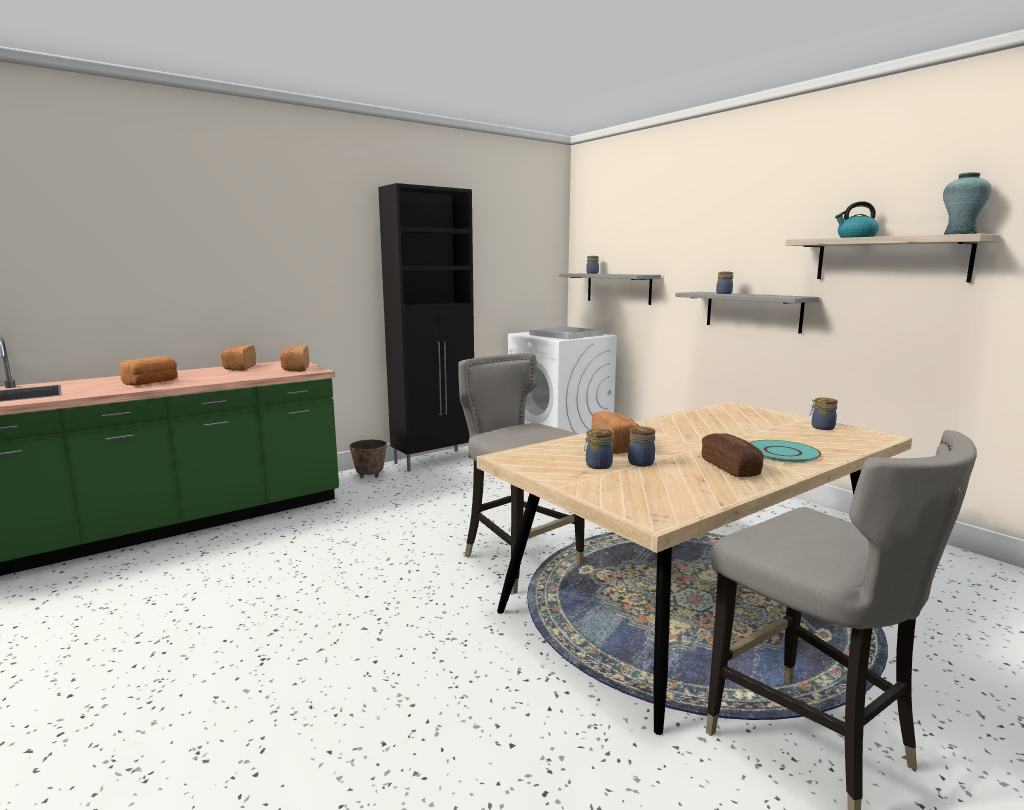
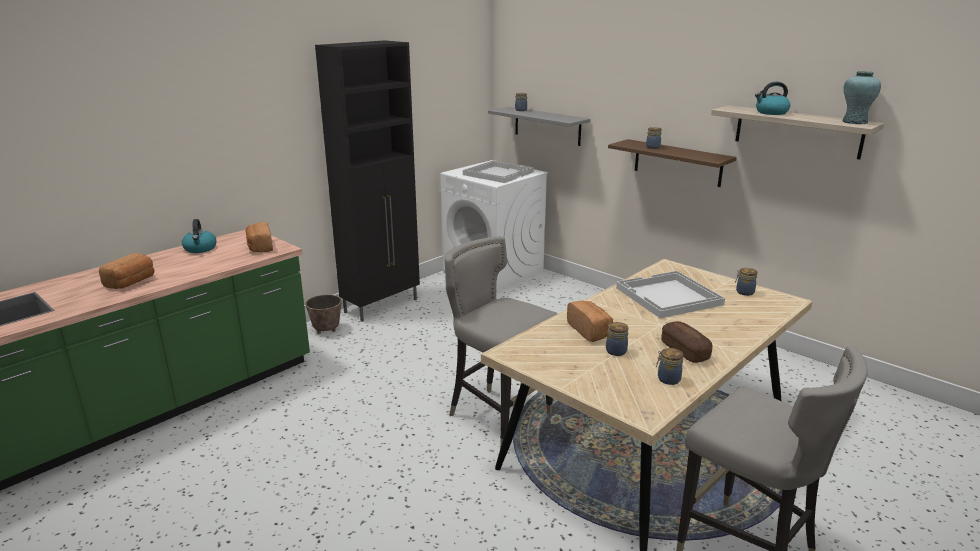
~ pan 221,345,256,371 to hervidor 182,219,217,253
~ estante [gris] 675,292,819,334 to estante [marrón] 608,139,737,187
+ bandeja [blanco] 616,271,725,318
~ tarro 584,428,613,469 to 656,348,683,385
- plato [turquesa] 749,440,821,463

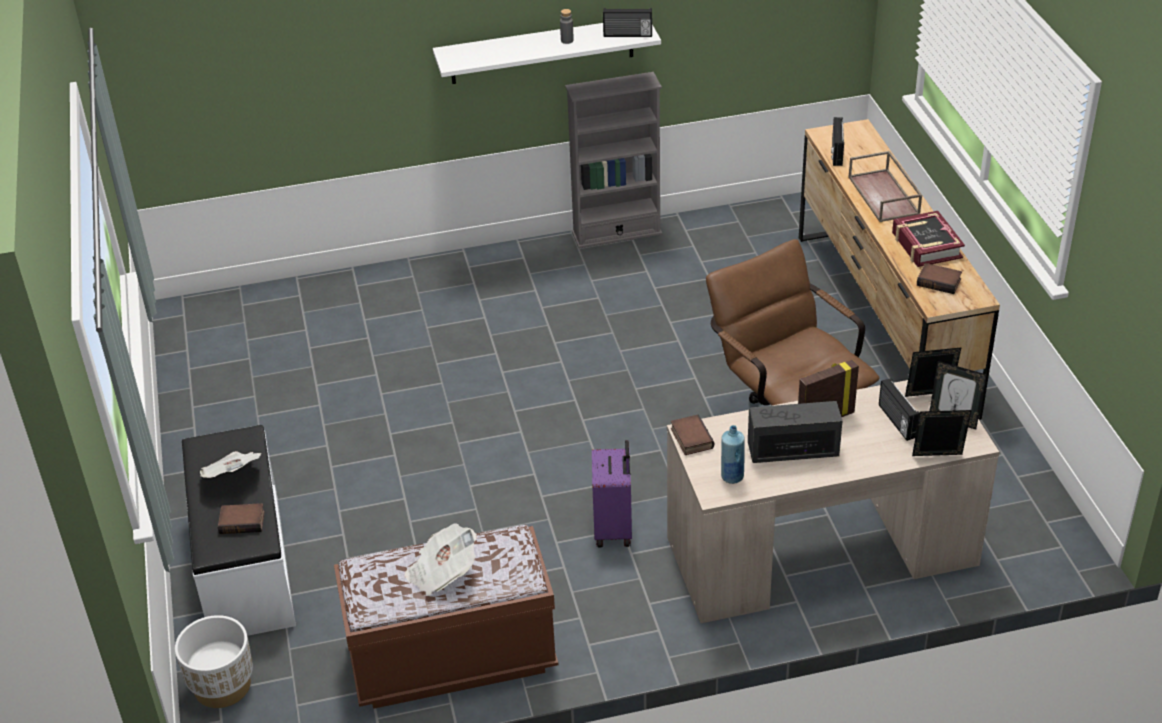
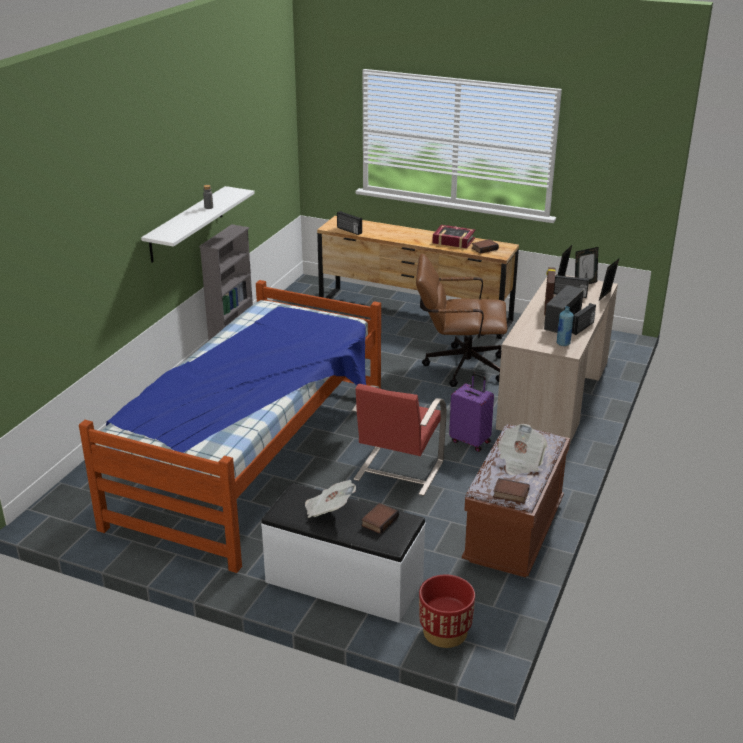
+ cama 79,280,381,573
+ silla [rojo] 352,384,447,496
~ maceta [blanco] 175,615,253,708 to maceta [rojo] 419,575,475,648
~ libro 671,414,714,455 to 493,478,530,503
~ radio 603,8,652,37 to 572,303,596,335
- bandeja [marrón] 848,151,922,222

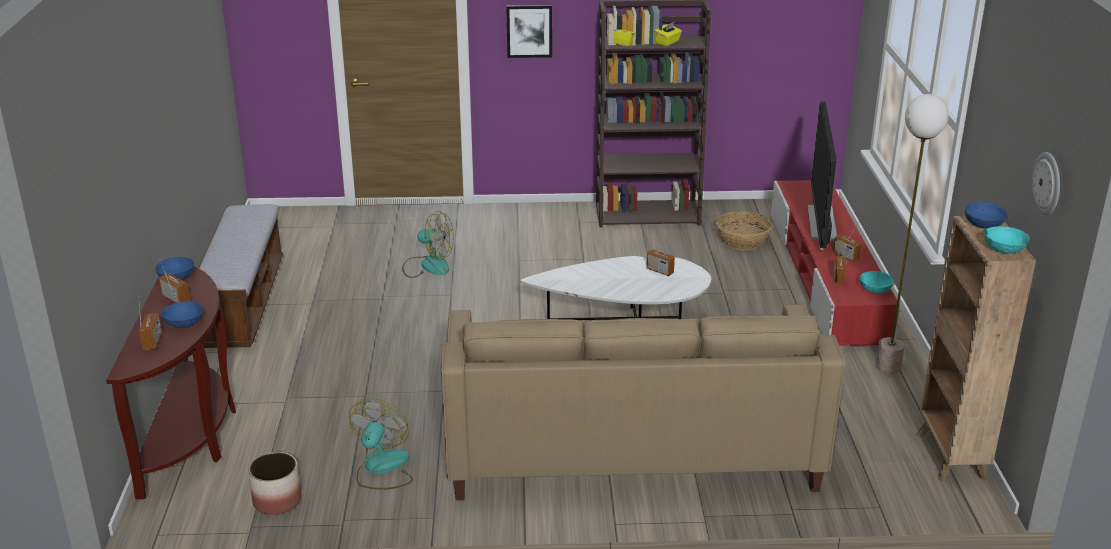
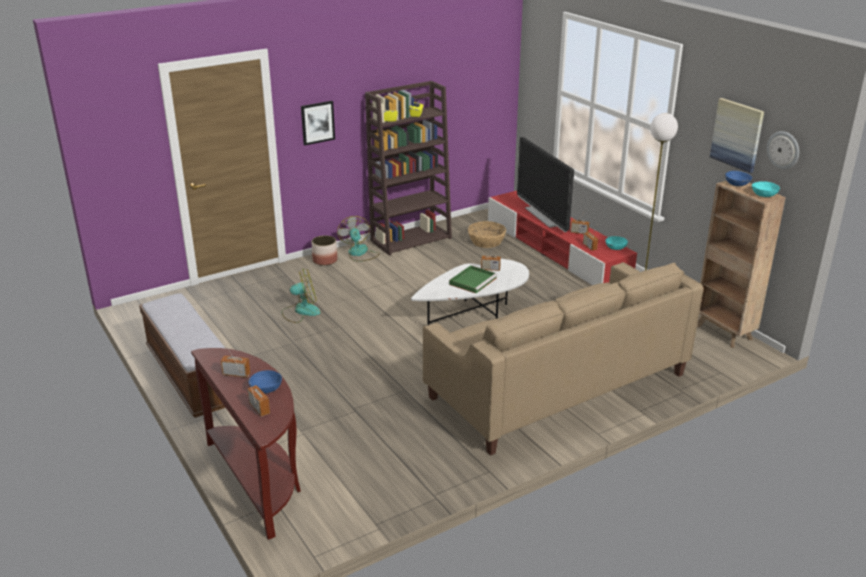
~ maceta 248,452,301,515 to 312,235,337,266
~ ventilador 349,398,413,490 to 337,216,380,262
+ bandeja [verde] 449,265,498,293
+ cuadro 710,98,764,173
- cuenco [azul] 155,257,194,280

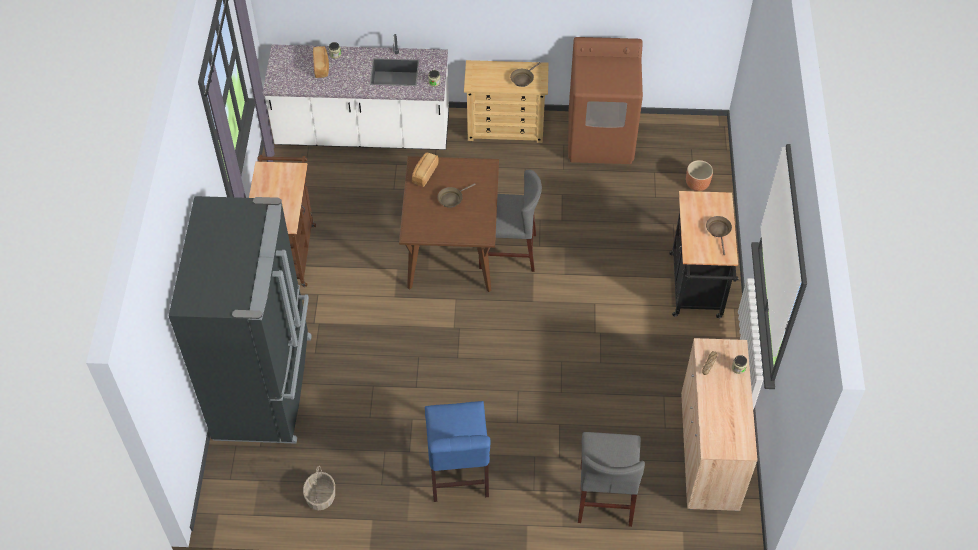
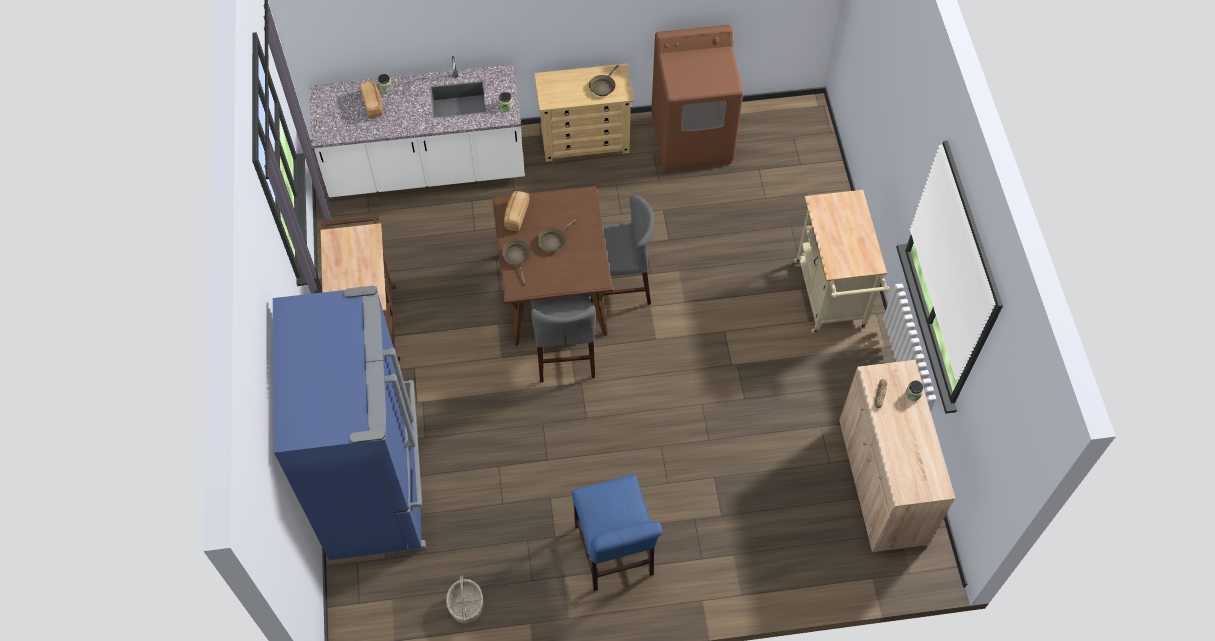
~ nevera [negro] 169,196,312,444 to nevera [azul] 273,286,426,560
~ sartén [marrón] 706,216,732,255 to 501,240,530,285
~ silla [gris] 578,432,645,527 to 531,294,596,383
~ carrito [negro] 669,191,738,318 to carrito [beis] 794,190,889,334
- maceta [marrón] 686,160,713,191

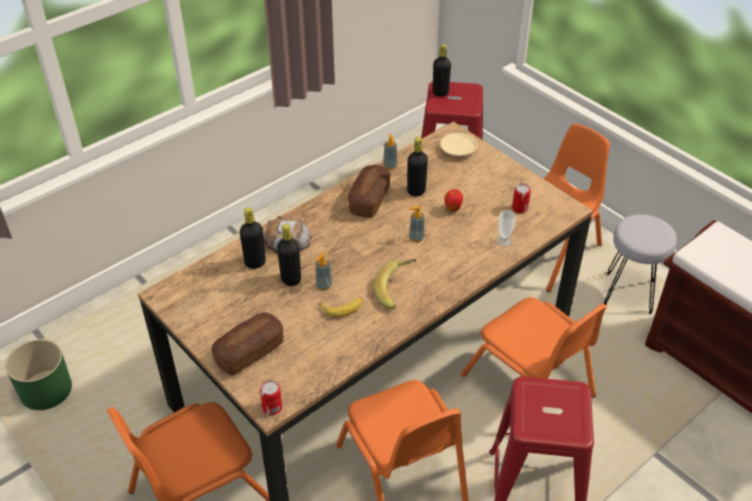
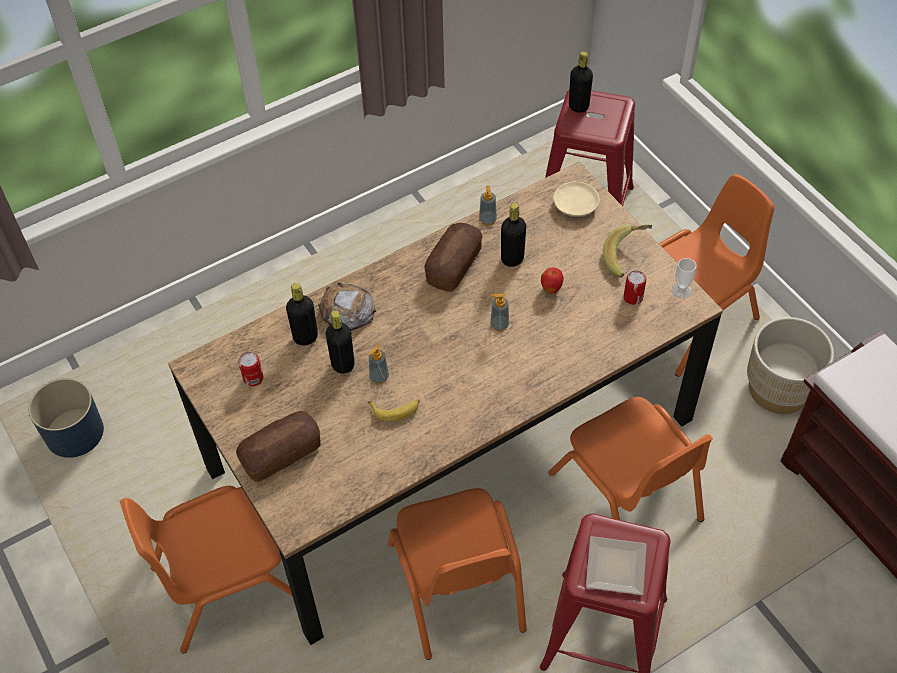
~ maceta [verde] 5,339,72,410 to maceta [azul] 29,378,104,458
~ lata 260,380,282,415 to 238,352,264,386
+ plato 586,536,646,595
~ plátano 374,259,416,309 to 603,225,652,277
~ taza 496,210,515,247 to 672,258,697,298
~ taburete [gris] 604,214,677,314 to maceta [beis] 747,317,834,414

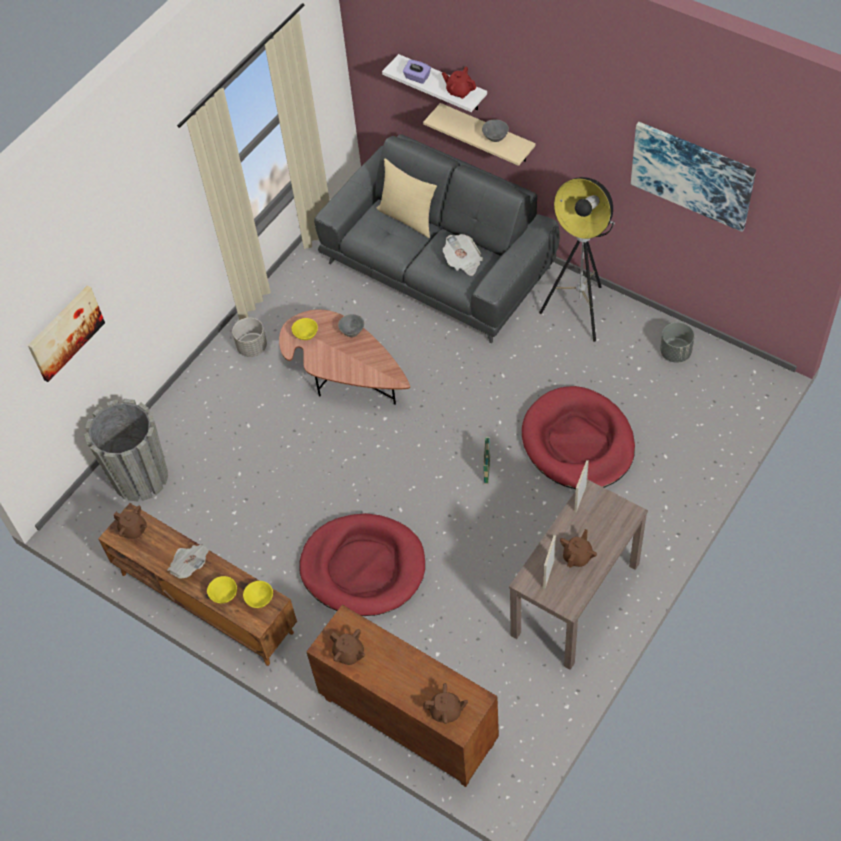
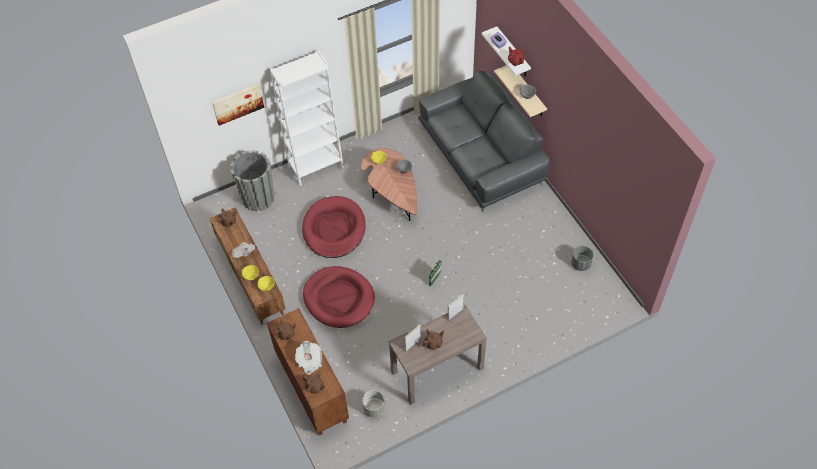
+ estantería [blanco] 270,50,344,186
~ periódico 443,234,483,276 to 295,341,322,375
~ cama para perro [rojo] 522,386,635,489 to 302,196,366,258
~ maceta [gris] 232,318,267,357 to 362,390,385,418
- cojín [beis] 376,159,437,238
- lámpara de pie 539,177,615,342
- cuadro 631,122,756,232

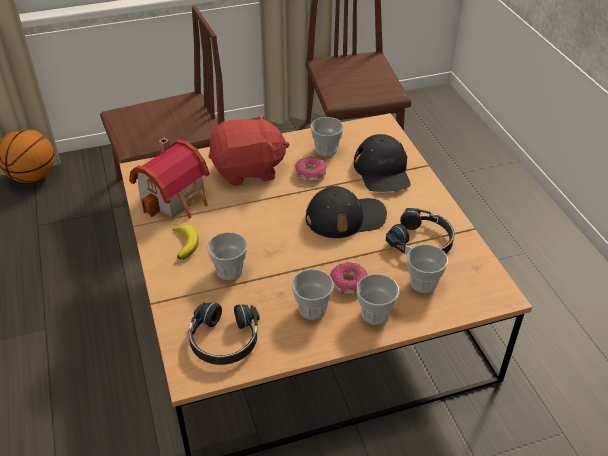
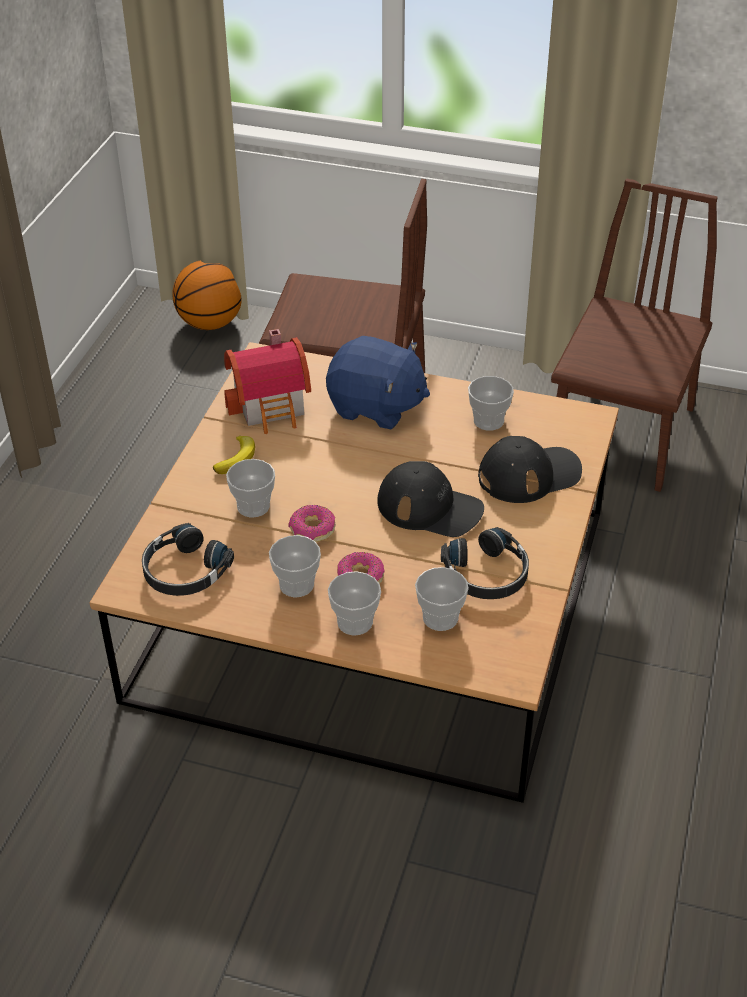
~ rosquilla 295,156,327,181 to 288,505,336,542
~ peluche [rojo] 208,113,290,186 to peluche [azul] 326,336,430,429
~ gorra [negro] 354,134,411,192 = 478,436,582,503 135 degrees counterclockwise

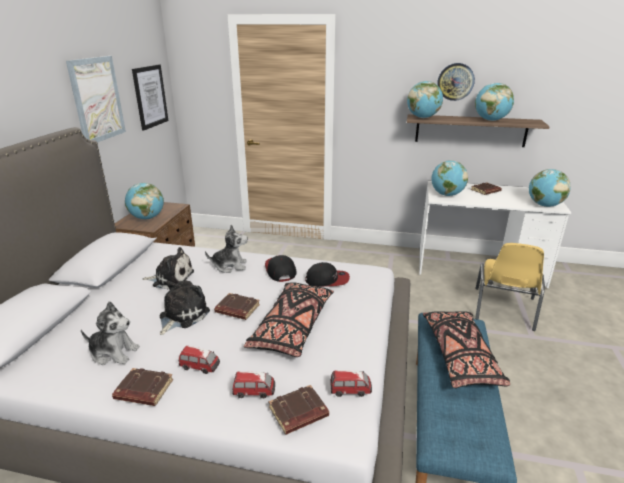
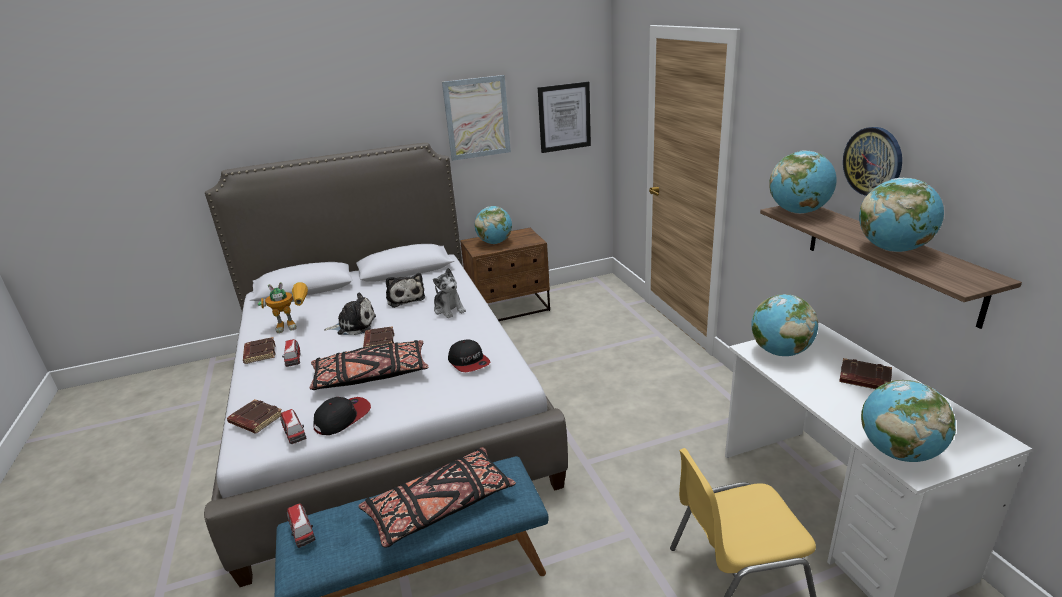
~ peluche 81,301,140,365 to robot de juguete 258,282,308,333
~ coche de juguete 232,371,275,398 to 287,503,315,548
~ gorra 265,255,297,282 to 313,397,371,435

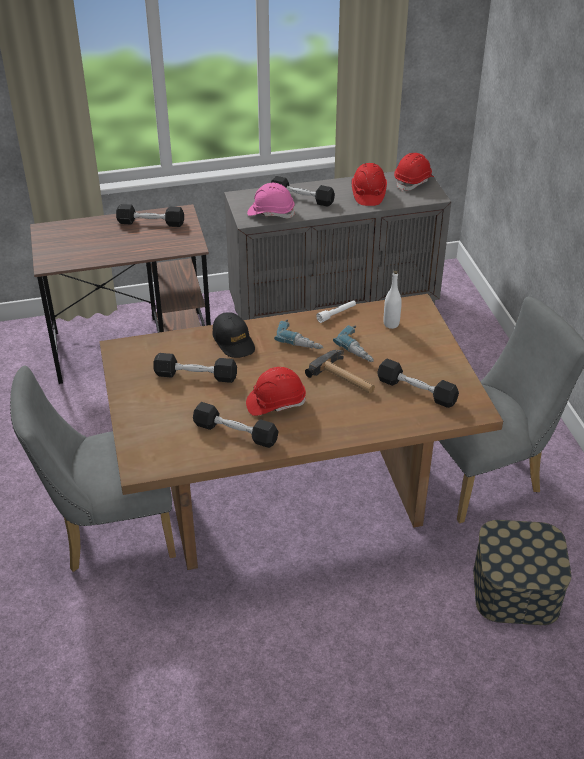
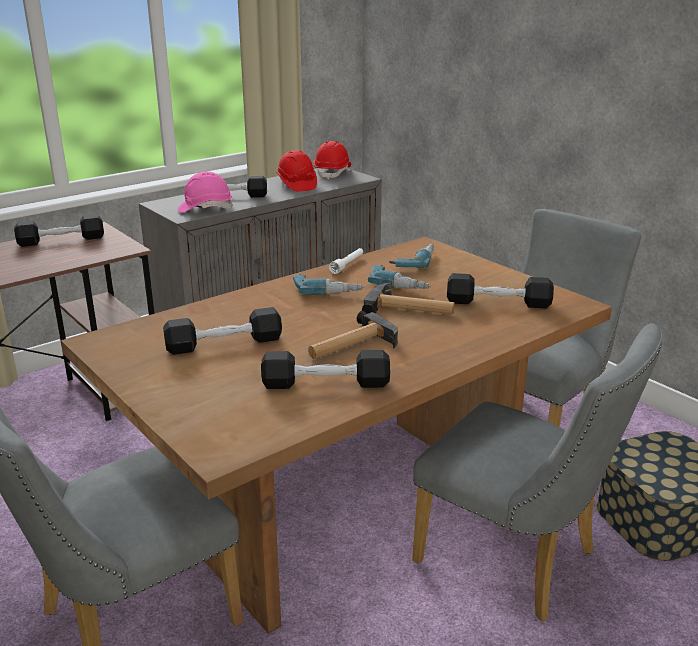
~ casco [rojo] 246,367,306,416 to martillo 308,311,398,359
~ botella [blanco] 384,271,402,329 to taladro 389,244,434,269
+ silla [gris] 412,323,662,622
- gorra [negro] 212,312,255,358

